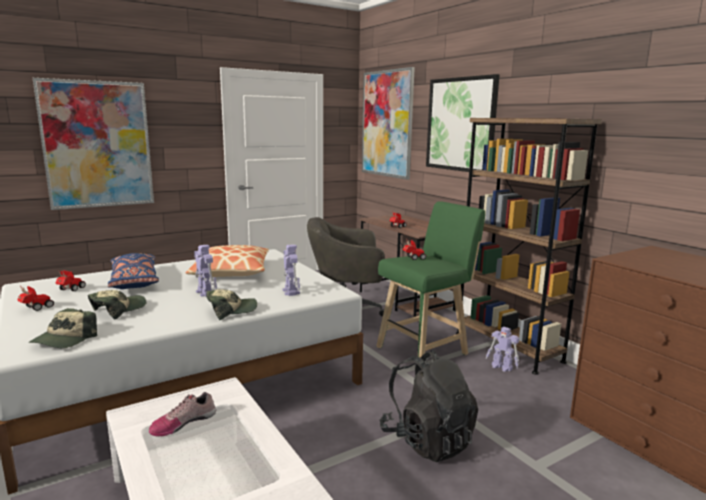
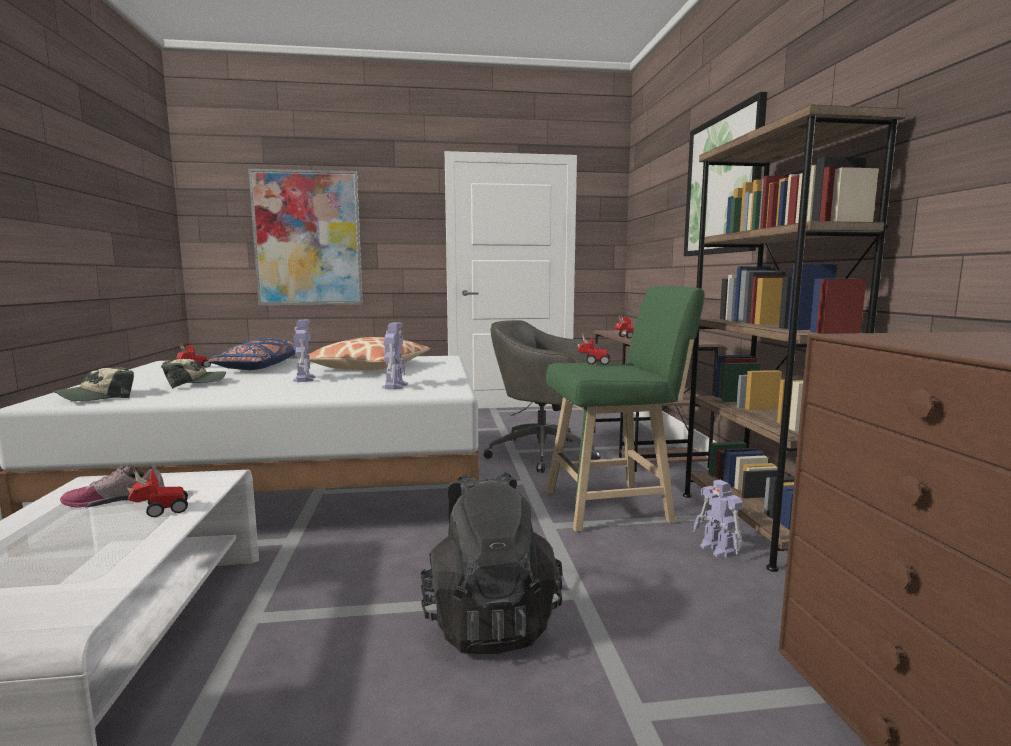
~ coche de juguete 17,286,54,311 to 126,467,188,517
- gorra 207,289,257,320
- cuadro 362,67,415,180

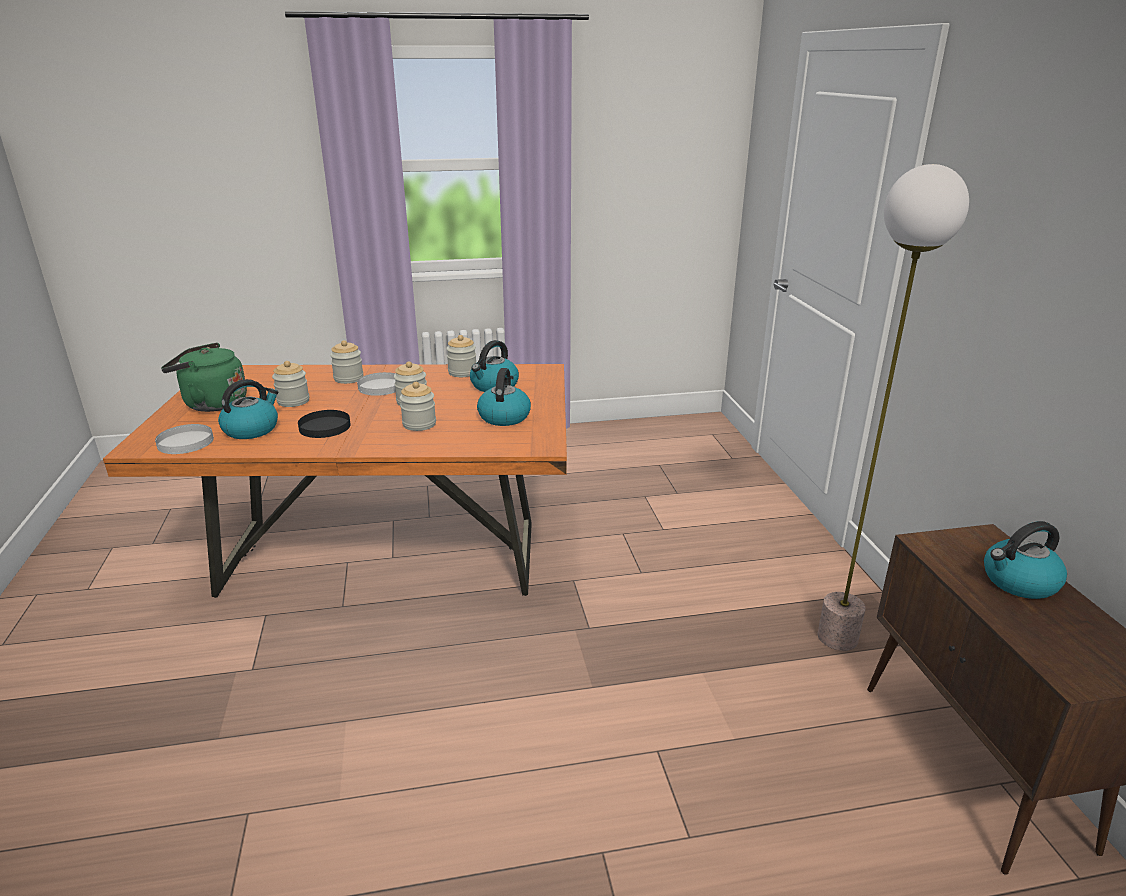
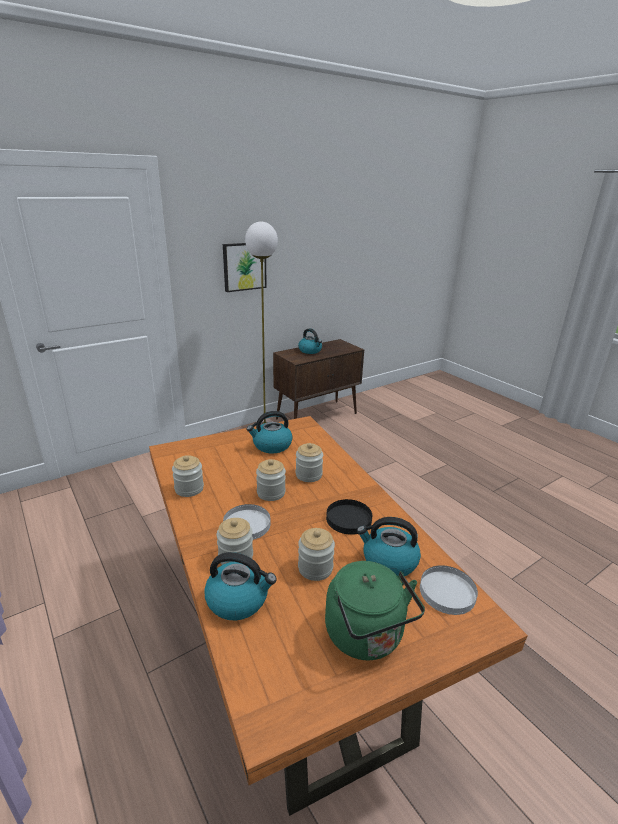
~ hervidor 470,340,519,392 to 204,552,277,620
+ cuadro 223,243,267,292

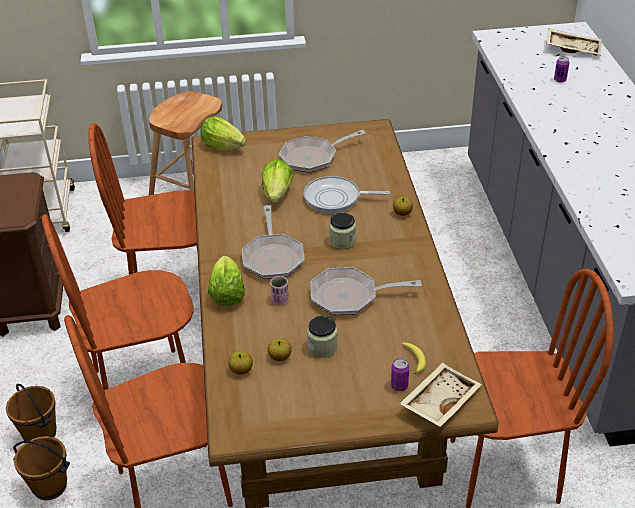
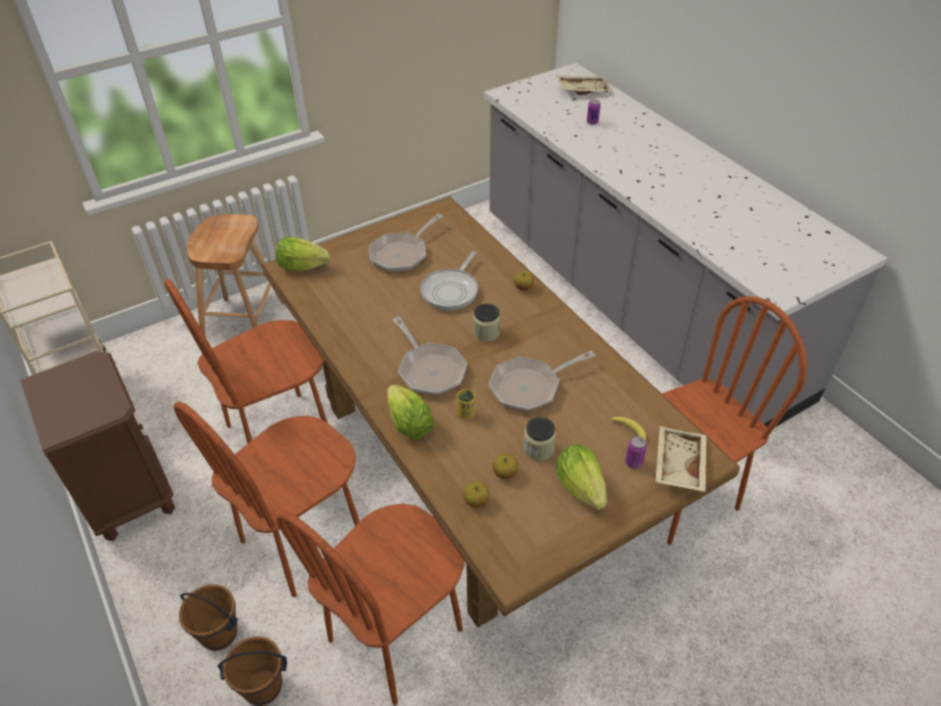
~ sartén 304,176,390,213 = 420,251,478,311 45 degrees counterclockwise
~ taza [rosa] 270,276,289,305 to taza [amarillo] 457,389,476,419
~ lechuga 262,159,294,203 to 556,445,607,510

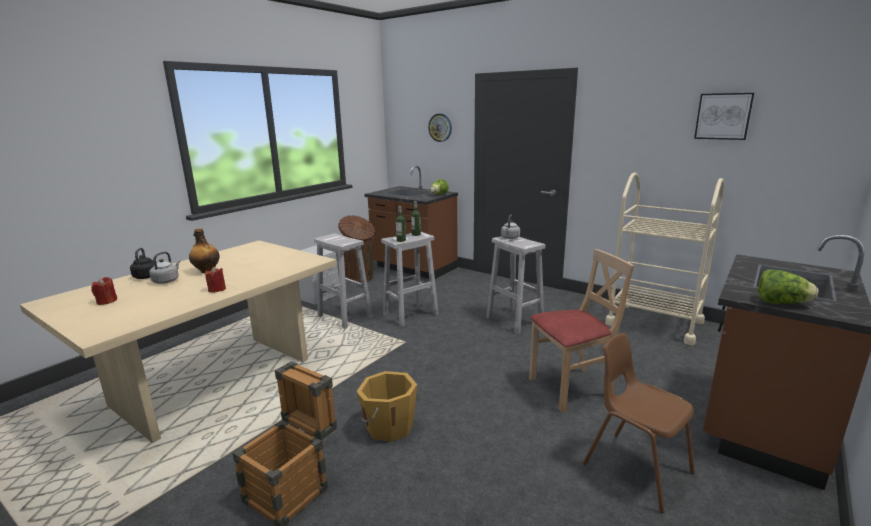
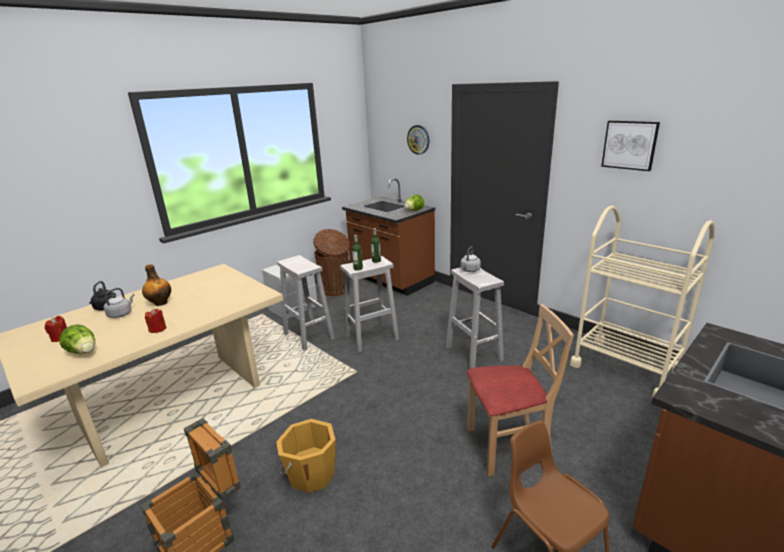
~ lechuga 758,269,818,304 to 60,324,95,354
~ cuadro 694,93,754,140 to 601,121,660,171

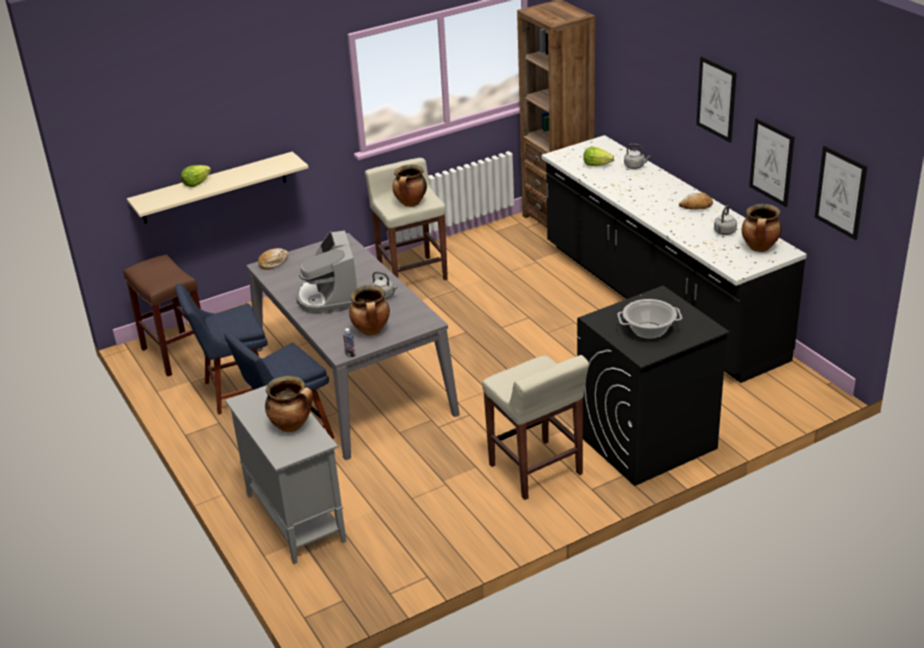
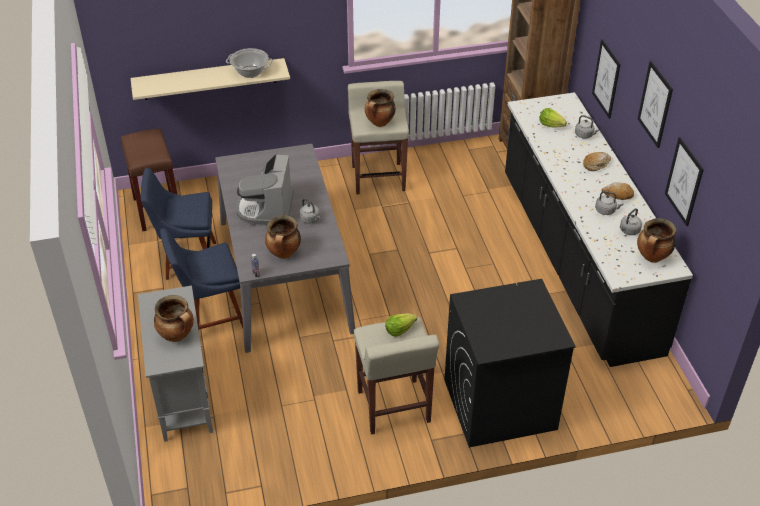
~ olla 617,299,682,339 to 226,48,273,78
~ lechuga 181,165,211,187 to 385,313,417,337
~ pan 258,248,289,270 to 583,152,611,171
~ cuadro 815,145,867,240 to 592,39,621,119
+ hervidor [gris] 595,191,624,215

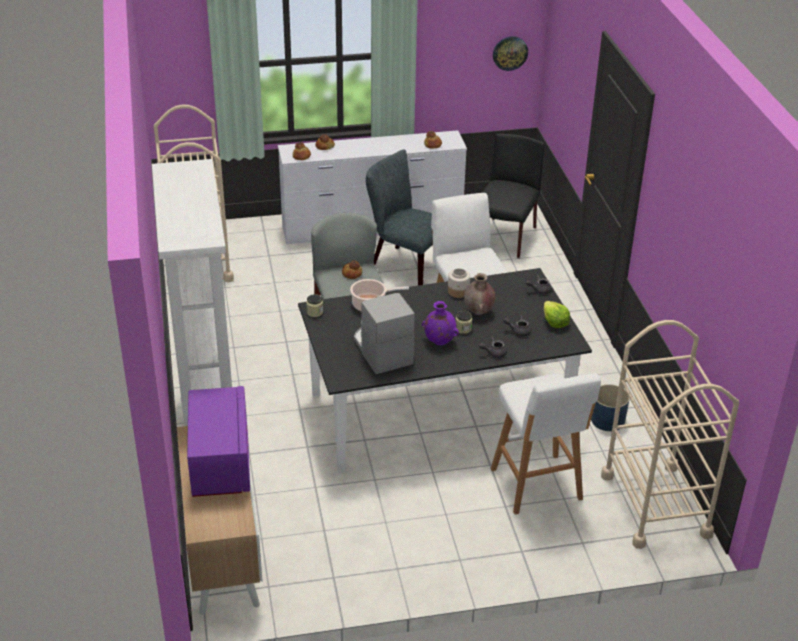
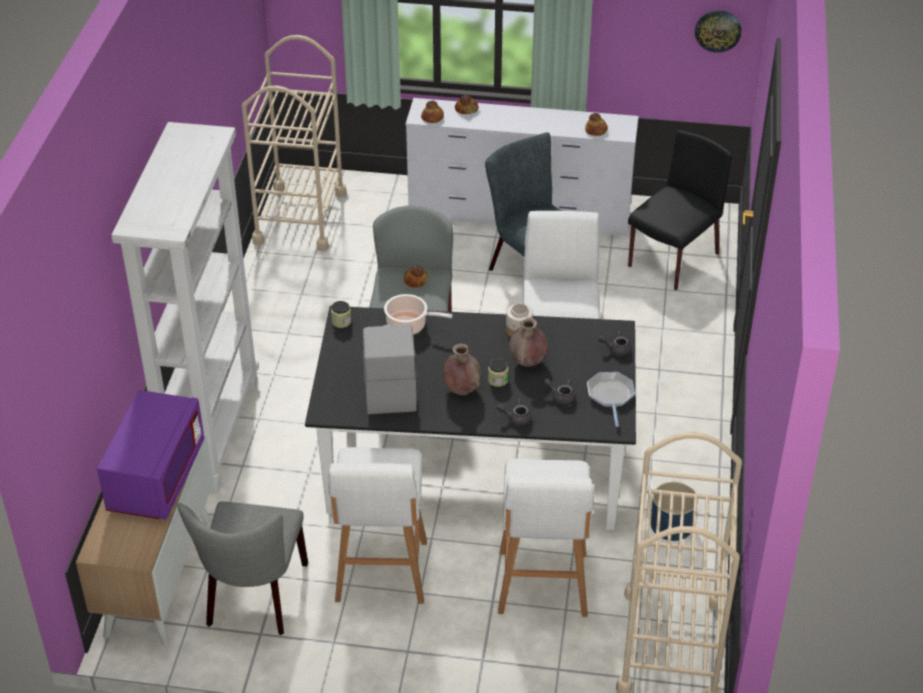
+ silla [gris] 178,501,308,635
+ taburete [blanco] 329,447,427,604
~ florero [morado] 422,301,459,345 to florero [marrón] 442,343,481,395
~ lechuga 544,301,570,328 to sartén 587,372,635,427

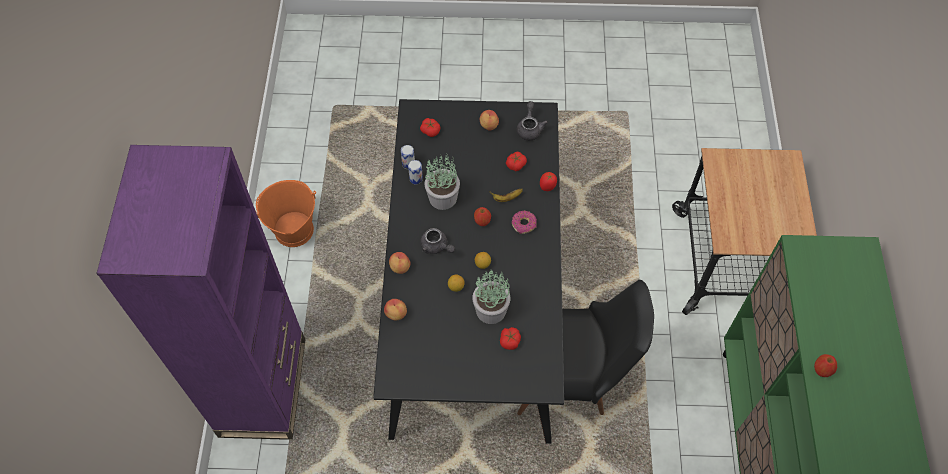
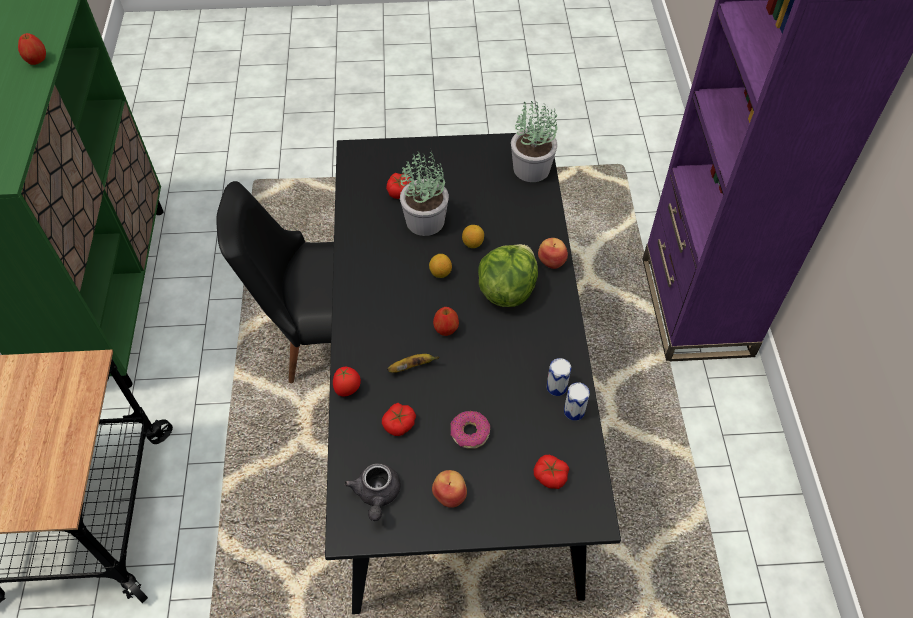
~ rosquilla 512,211,537,234 to 450,411,490,449
~ tetera [gris] 420,228,455,254 to lechuga 478,244,538,307
~ planta en maceta 425,154,460,210 to 511,101,558,182
- cubo [naranja] 256,180,316,247
- manzana 384,299,407,320

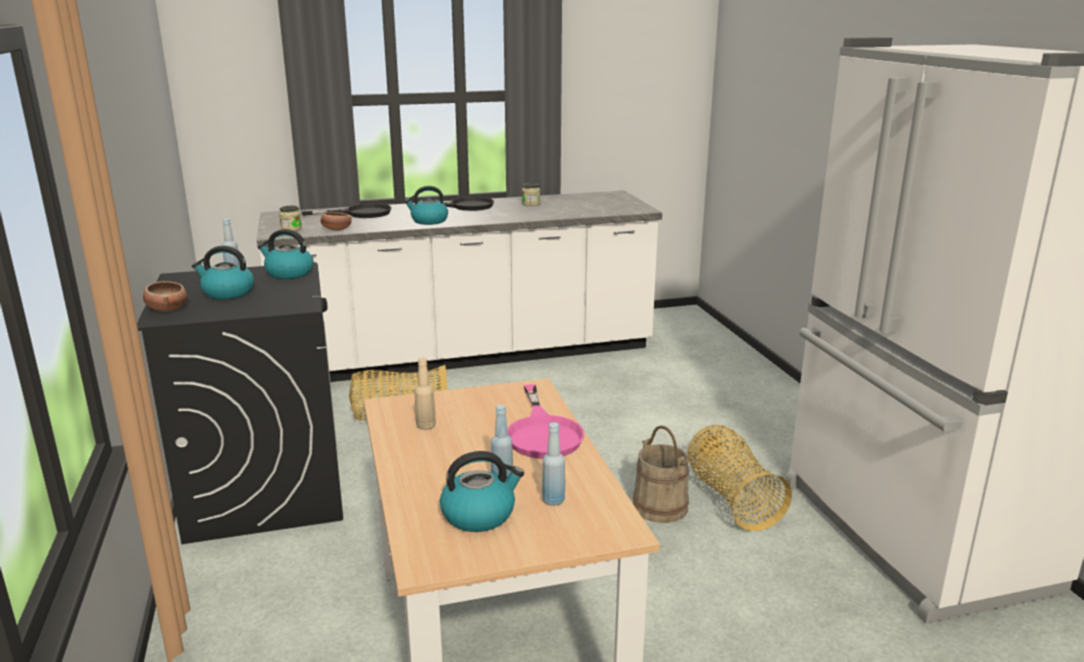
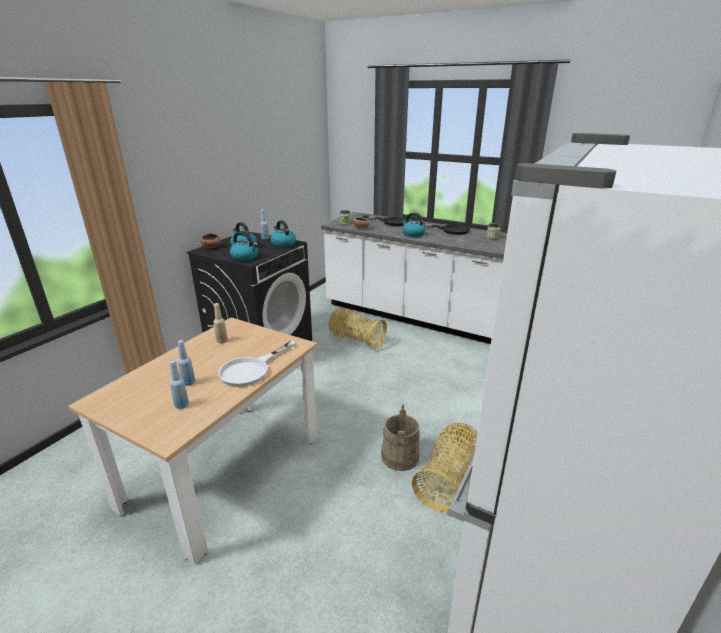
~ sartén [rosa] 507,384,585,459 to sartén [blanco] 218,341,296,387
~ hervidor 440,451,524,532 to 230,232,258,261

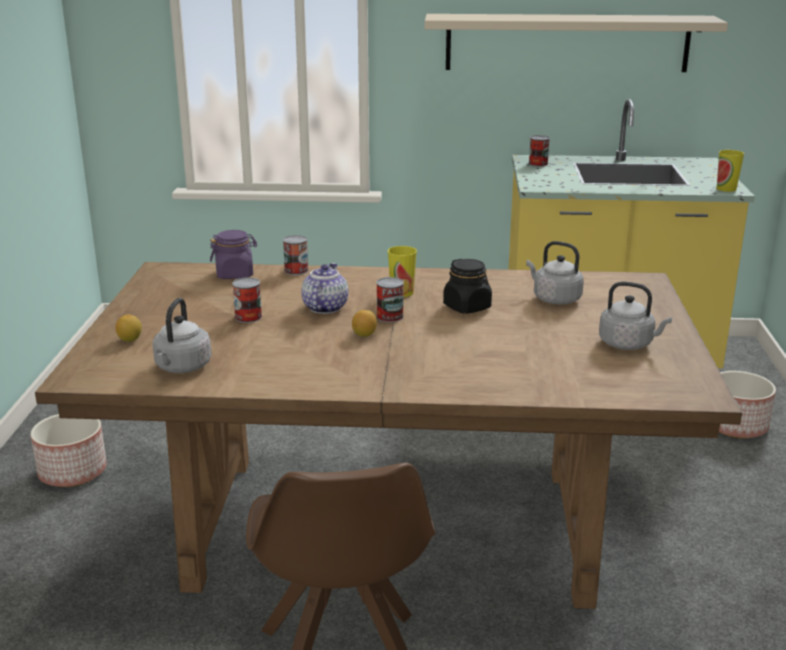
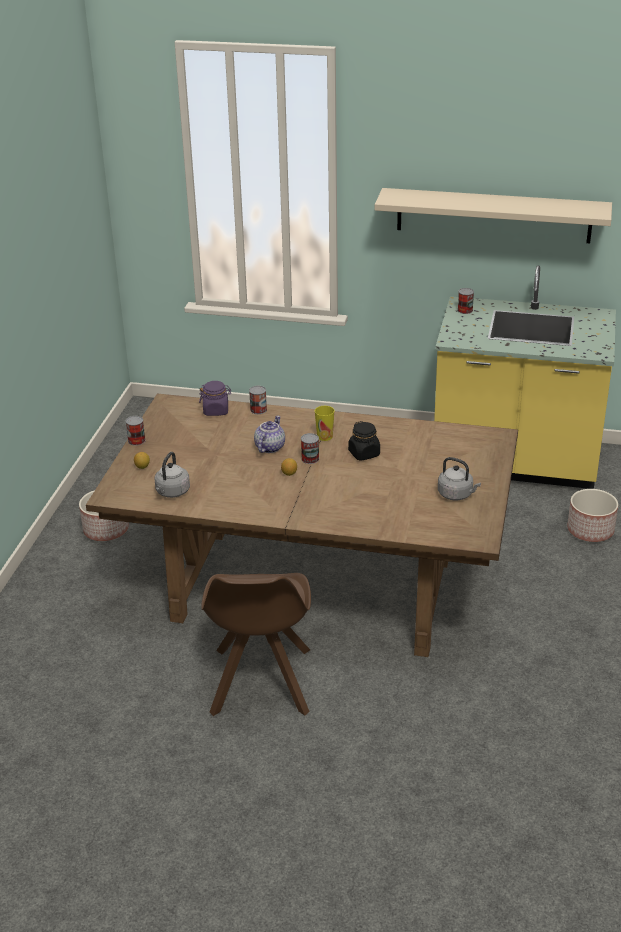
~ lata 232,277,262,323 to 126,416,146,446
- hervidor [gris] 526,241,584,305
- taza 717,150,744,192

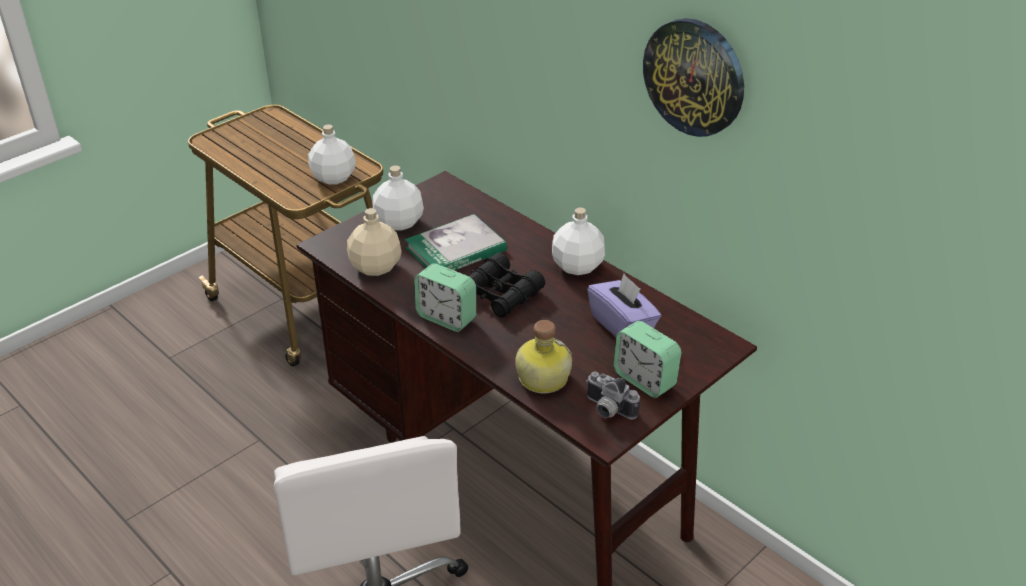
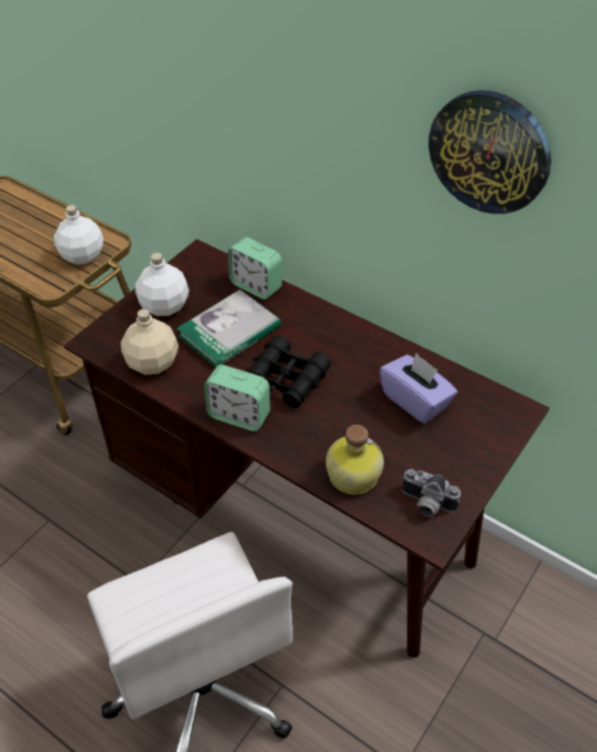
~ despertador 613,321,681,398 to 228,237,282,300
- botella [blanco] 552,207,605,275

